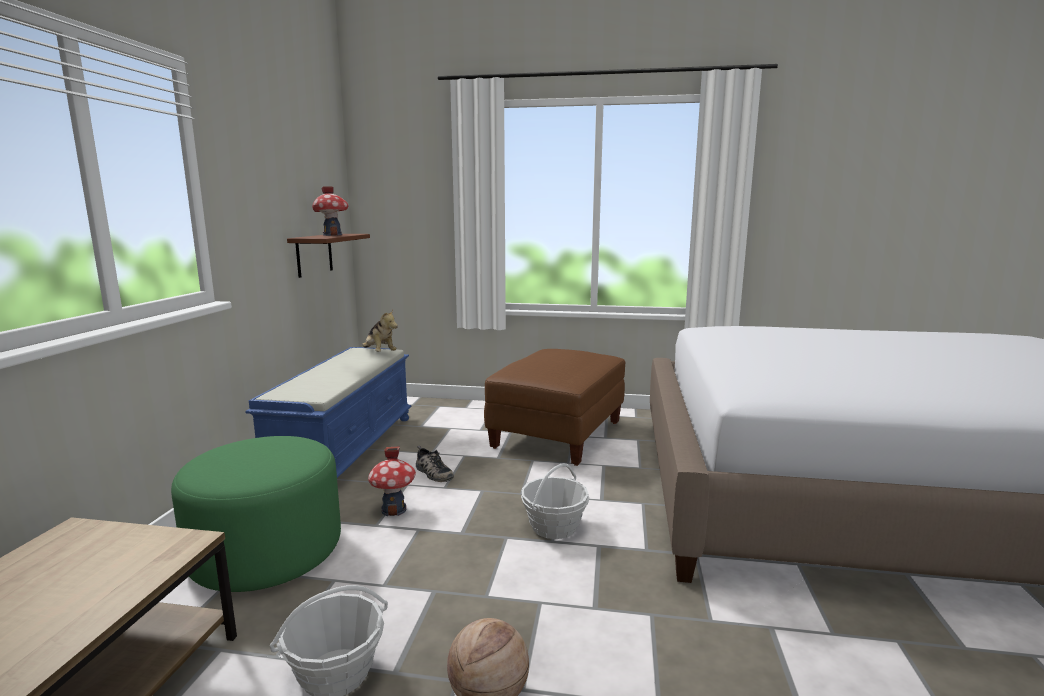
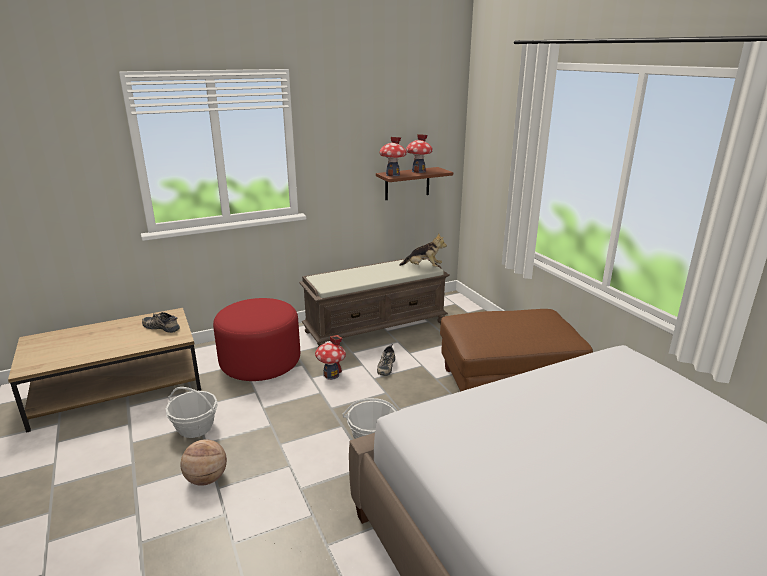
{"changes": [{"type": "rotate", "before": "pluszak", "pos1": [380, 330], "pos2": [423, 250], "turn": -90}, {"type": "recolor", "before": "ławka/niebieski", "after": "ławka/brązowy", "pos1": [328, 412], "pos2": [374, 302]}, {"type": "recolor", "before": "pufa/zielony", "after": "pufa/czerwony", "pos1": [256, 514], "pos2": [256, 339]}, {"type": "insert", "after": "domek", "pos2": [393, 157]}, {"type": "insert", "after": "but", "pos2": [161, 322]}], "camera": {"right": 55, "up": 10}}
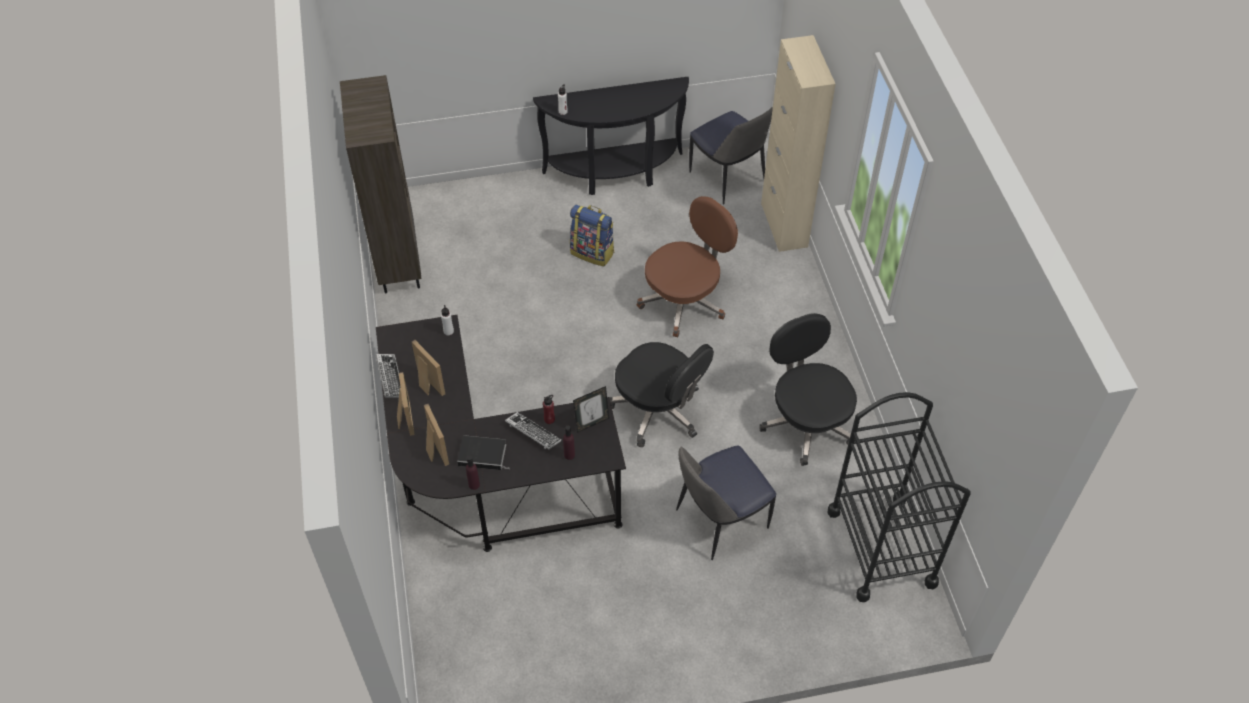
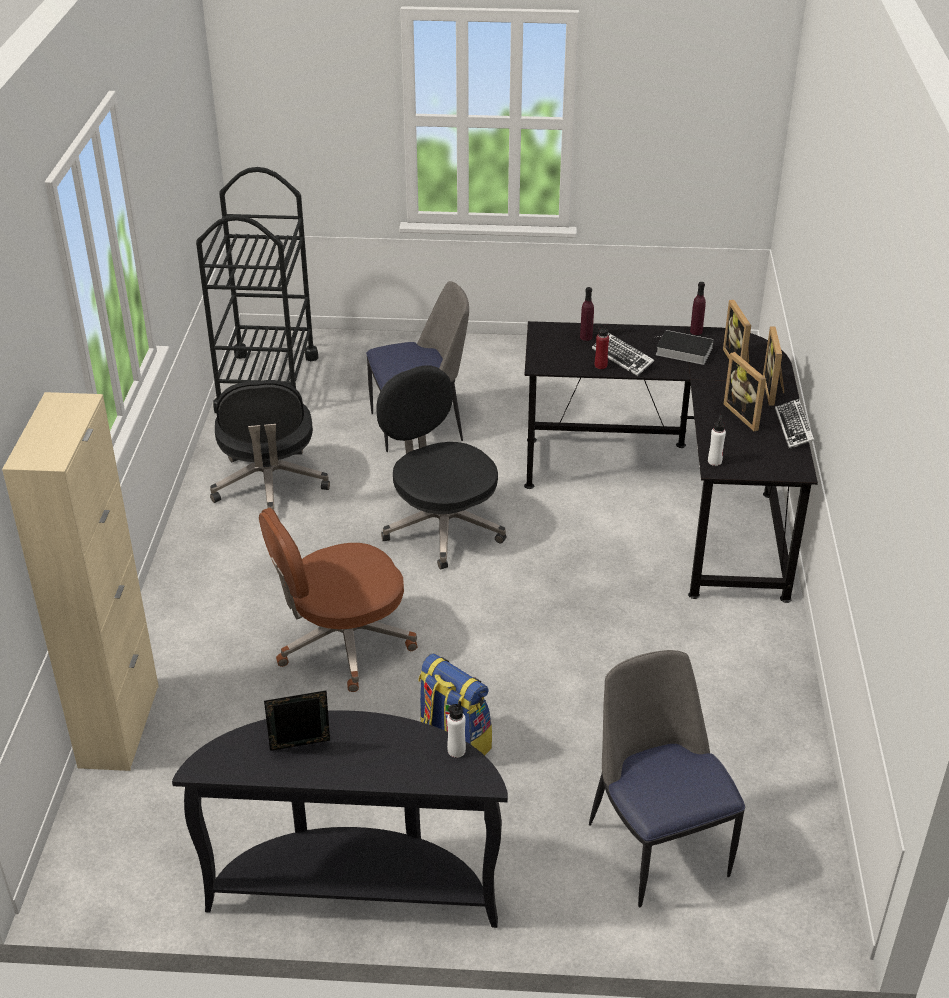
{"changes": [{"type": "delete", "before": "regał/brązowy", "pos1": [380, 184]}, {"type": "move", "before": "krzesło", "pos1": [731, 156], "pos2": [667, 778]}, {"type": "move", "before": "ramka na zdjęcie", "pos1": [591, 409], "pos2": [297, 721]}], "camera": {"right": -165, "up": -15}}
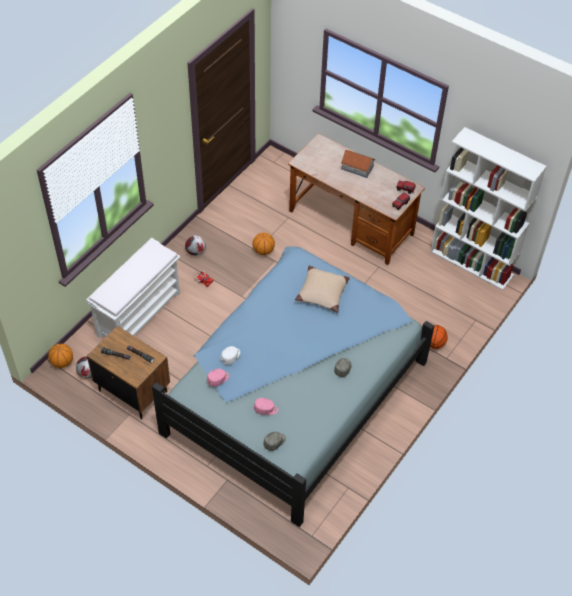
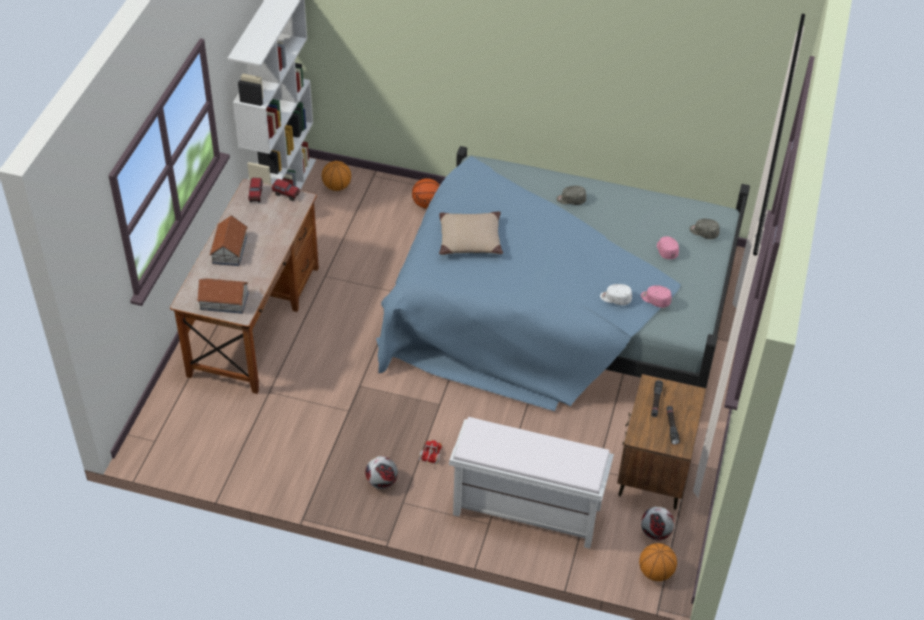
{"changes": [{"type": "move", "before": "piłka do koszykówki", "pos1": [264, 244], "pos2": [336, 176]}, {"type": "insert", "after": "domek", "pos2": [223, 296]}], "camera": {"right": -110, "up": -5}}
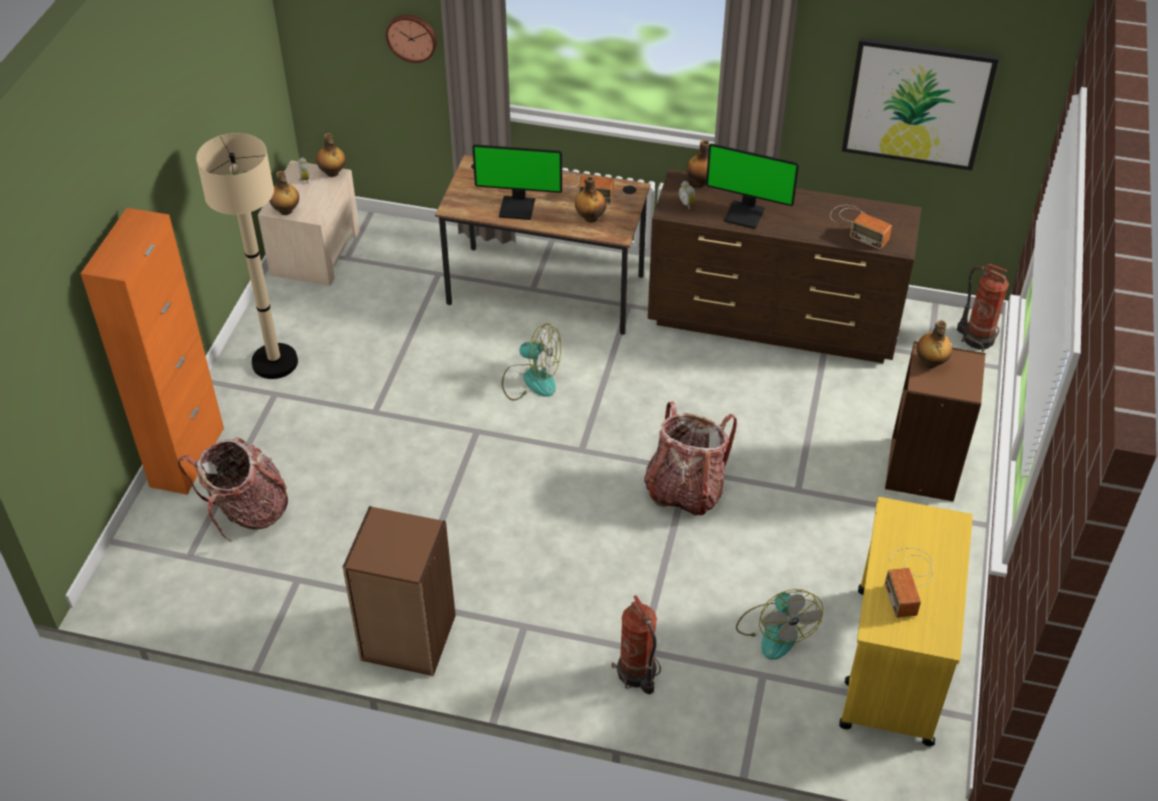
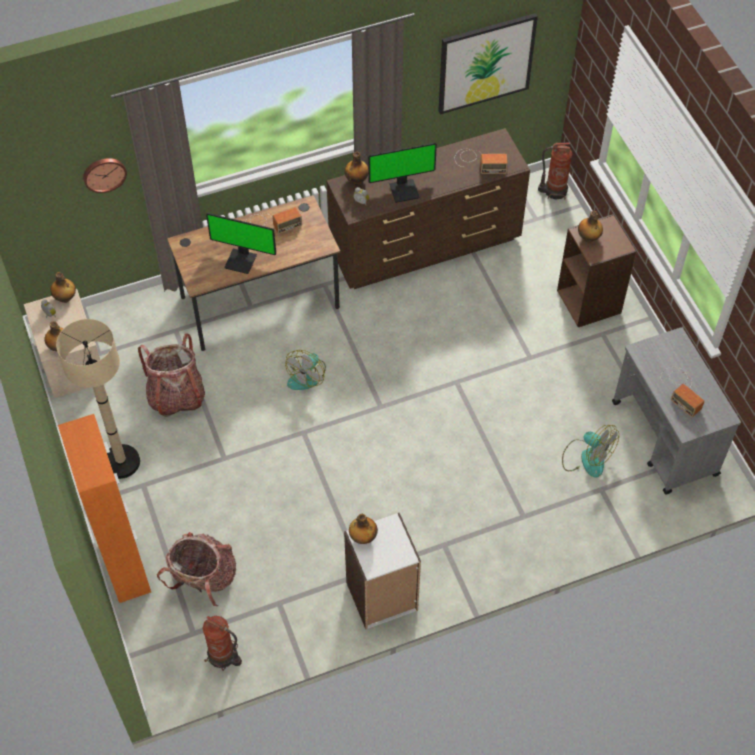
{"changes": [{"type": "rotate", "before": "monitor", "pos1": [517, 182], "pos2": [241, 243], "turn": 45}, {"type": "move", "before": "butelka", "pos1": [590, 199], "pos2": [363, 529]}, {"type": "rotate", "before": "wentylator", "pos1": [531, 362], "pos2": [305, 370], "turn": 135}, {"type": "move", "before": "plecak", "pos1": [690, 458], "pos2": [171, 375]}, {"type": "recolor", "before": "wózek/żółty", "after": "wózek/szary", "pos1": [906, 621], "pos2": [676, 411]}, {"type": "recolor", "before": "regał/brązowy", "after": "regał/biały", "pos1": [399, 591], "pos2": [382, 571]}, {"type": "move", "before": "gaśnica", "pos1": [636, 644], "pos2": [222, 643]}], "camera": {"right": -35, "up": 10}}
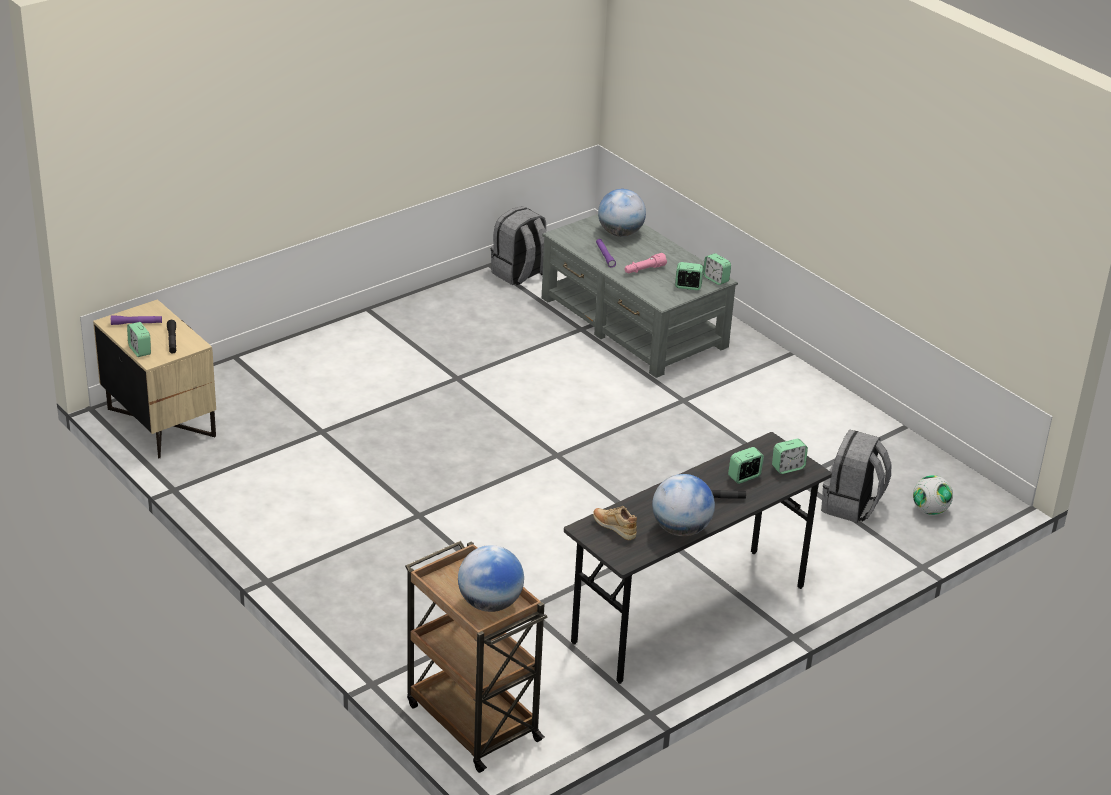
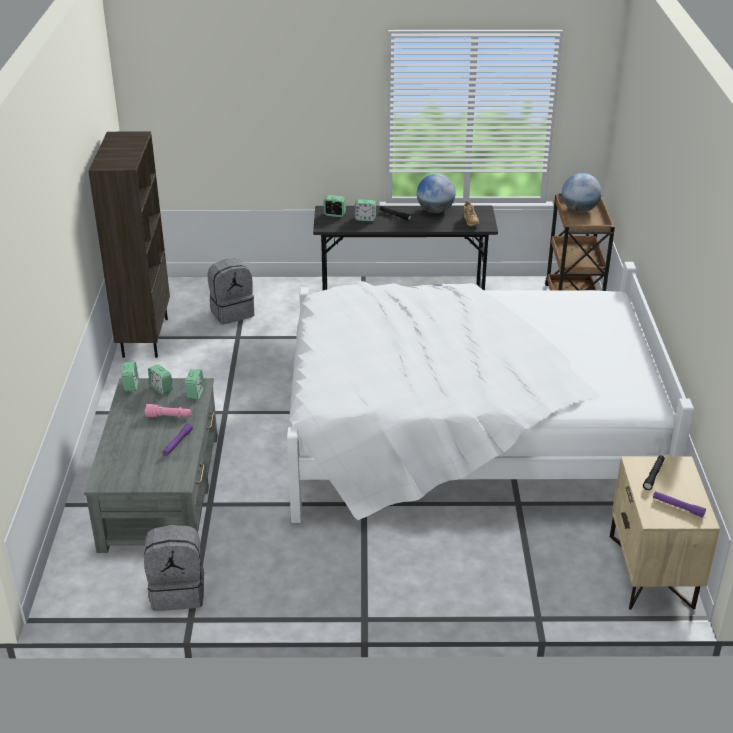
{"changes": [{"type": "delete", "before": "globus", "pos1": [622, 213]}, {"type": "move", "before": "budzik", "pos1": [139, 339], "pos2": [194, 384]}, {"type": "delete", "before": "piłka futbolowa", "pos1": [933, 495]}, {"type": "insert", "after": "regał/brązowy", "pos2": [129, 245]}, {"type": "insert", "after": "łóżko/biały", "pos2": [490, 392]}], "camera": {"right": -140, "up": 0}}
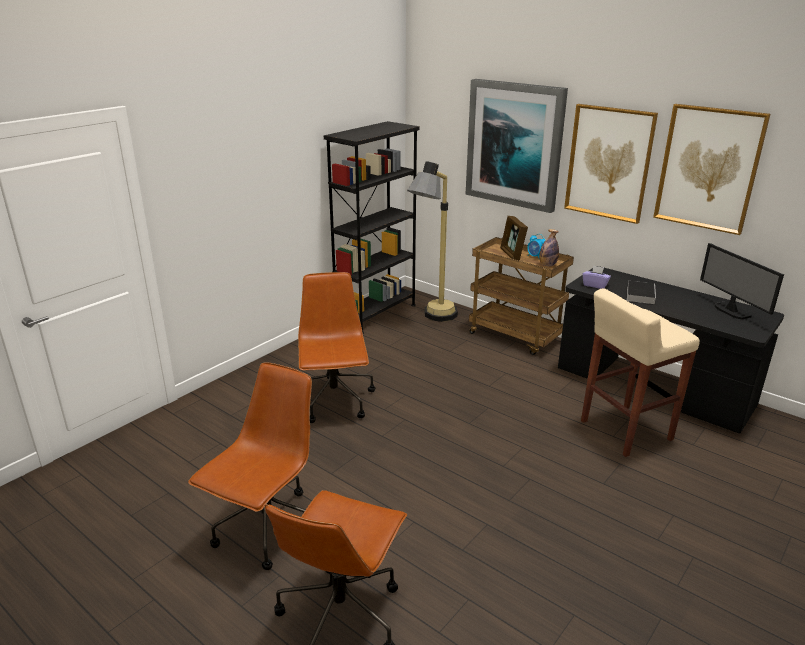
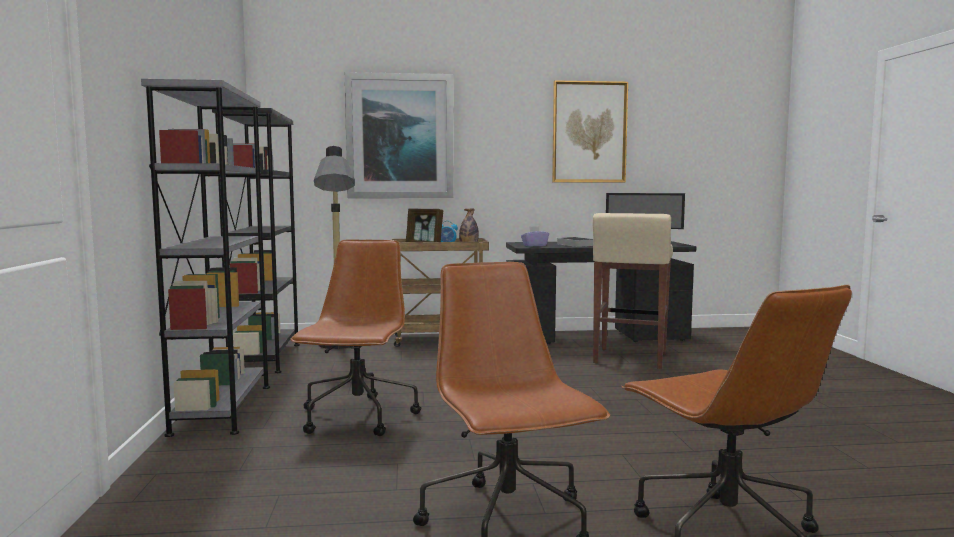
{"changes": [{"type": "delete", "before": "obraz", "pos1": [611, 164]}, {"type": "rotate", "before": "krzesło biurowe/brązowy", "pos1": [337, 347], "pos2": [355, 337], "turn": 60}, {"type": "insert", "after": "regał/szary", "pos2": [205, 258]}], "camera": {"right": -45, "up": -20}}
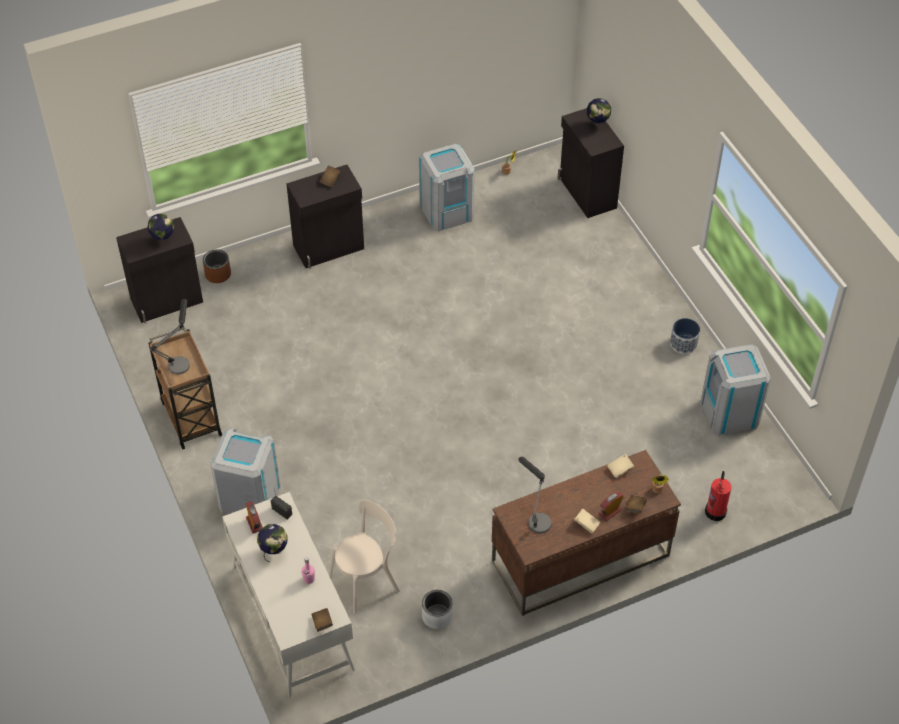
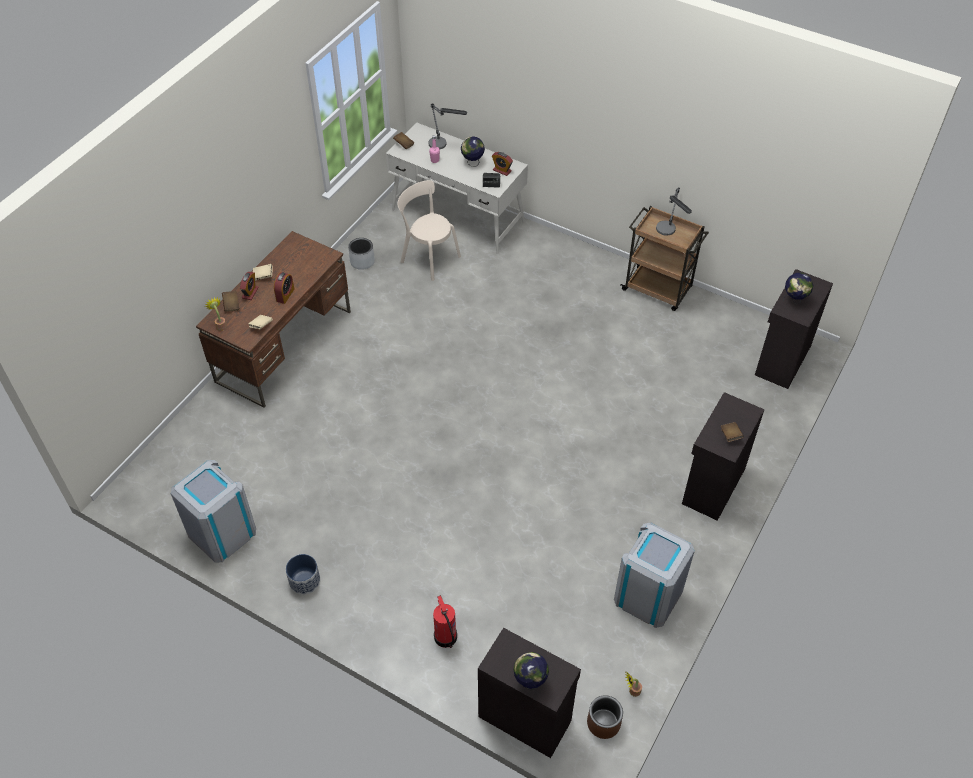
{"changes": [{"type": "move", "before": "donica/brązowy", "pos1": [217, 266], "pos2": [605, 717]}, {"type": "delete", "before": "kosz na śmieci/szary", "pos1": [245, 471]}, {"type": "move", "before": "lampa stołowa", "pos1": [534, 495], "pos2": [448, 126]}, {"type": "move", "before": "gaśnica", "pos1": [718, 496], "pos2": [445, 621]}, {"type": "rotate", "before": "krzesło/beżowy", "pos1": [364, 557], "pos2": [429, 230], "turn": 105}, {"type": "insert", "after": "budzik", "pos2": [284, 288]}], "camera": {"right": 145, "up": 0}}
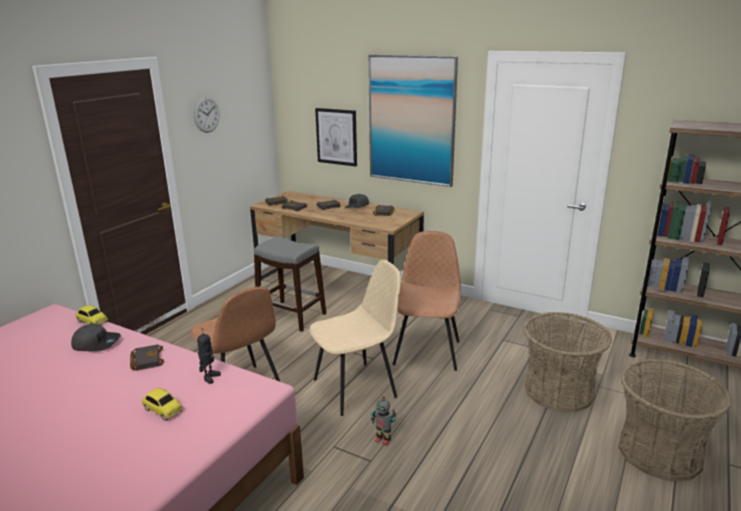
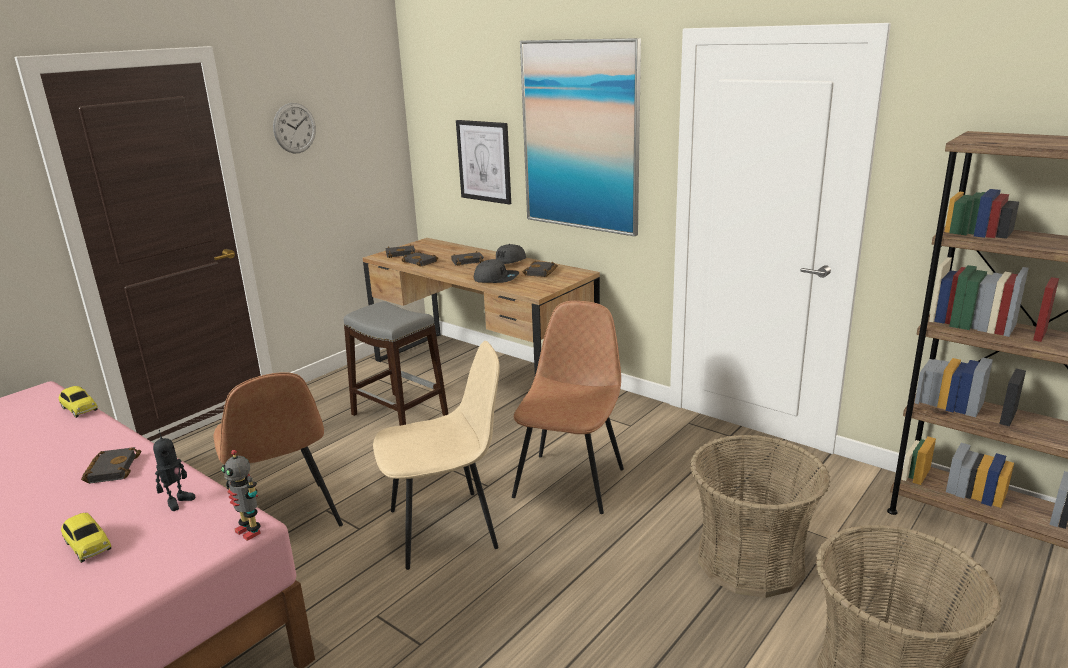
{"changes": [{"type": "move", "before": "czapka z daszkiem/szary", "pos1": [96, 337], "pos2": [496, 271]}, {"type": "move", "before": "robot zabawkowy", "pos1": [383, 420], "pos2": [241, 495]}], "camera": {"right": 10, "up": 0}}
